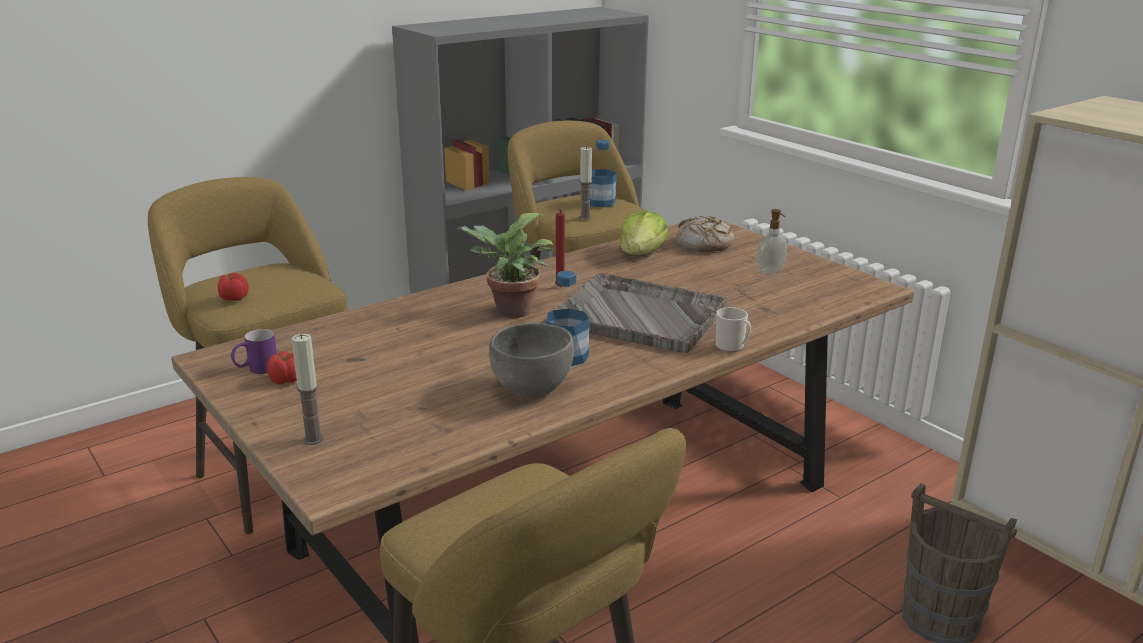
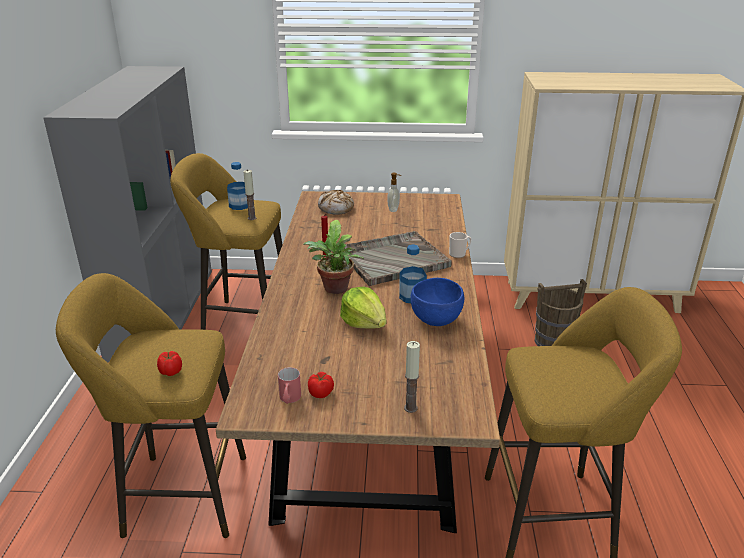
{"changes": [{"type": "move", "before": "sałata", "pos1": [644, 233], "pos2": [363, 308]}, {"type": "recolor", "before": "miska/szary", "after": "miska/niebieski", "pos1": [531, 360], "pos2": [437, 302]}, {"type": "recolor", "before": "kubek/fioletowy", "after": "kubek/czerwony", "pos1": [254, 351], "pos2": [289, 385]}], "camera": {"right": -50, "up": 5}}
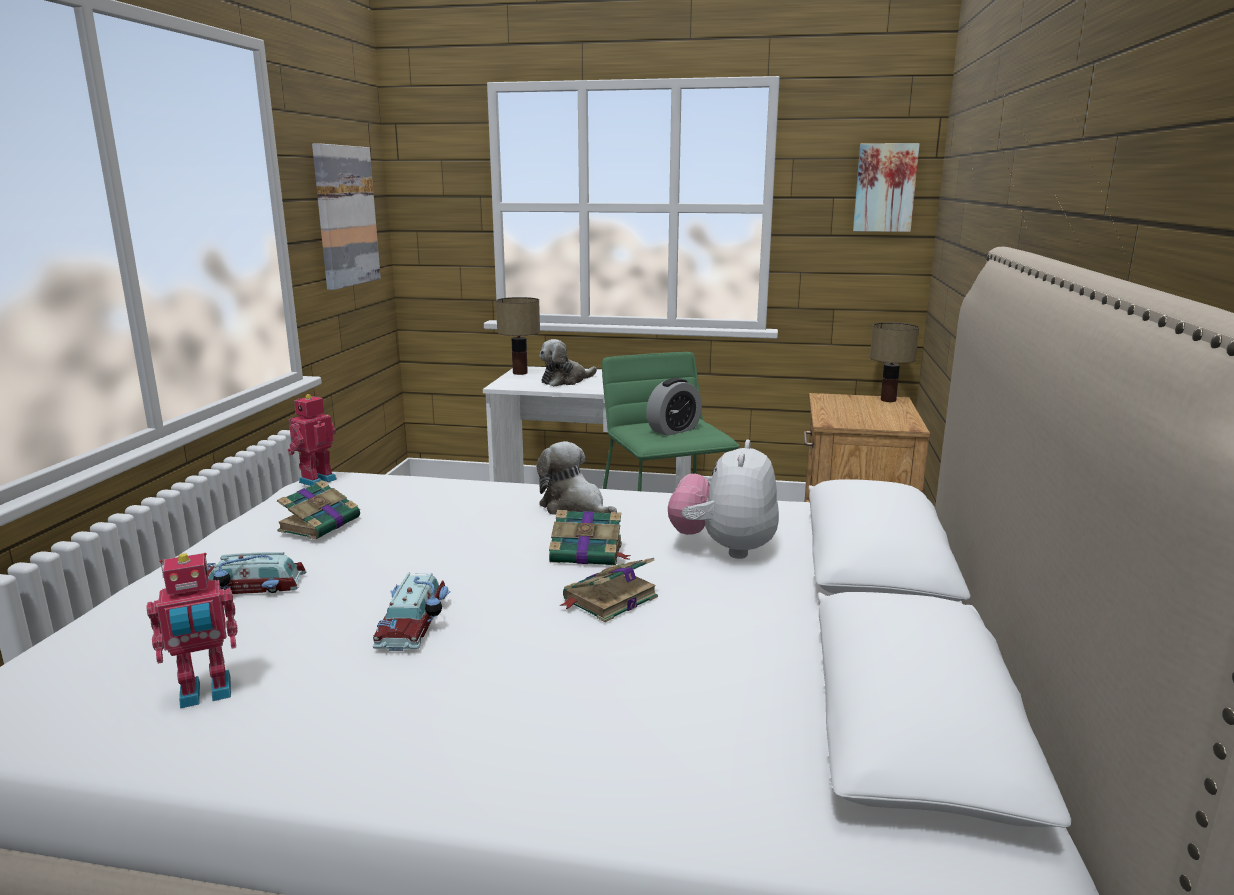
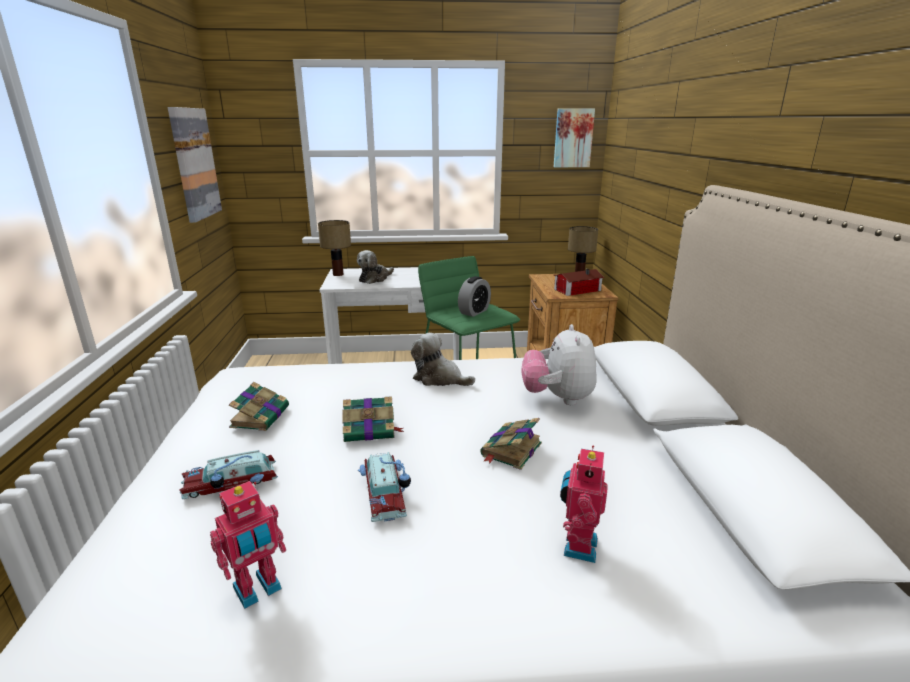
{"changes": [{"type": "move", "before": "robot zabawkowy", "pos1": [312, 439], "pos2": [584, 504]}, {"type": "move", "before": "książka", "pos1": [590, 537], "pos2": [373, 419]}, {"type": "insert", "after": "domek", "pos2": [579, 282]}], "camera": {"right": -15, "up": 5}}
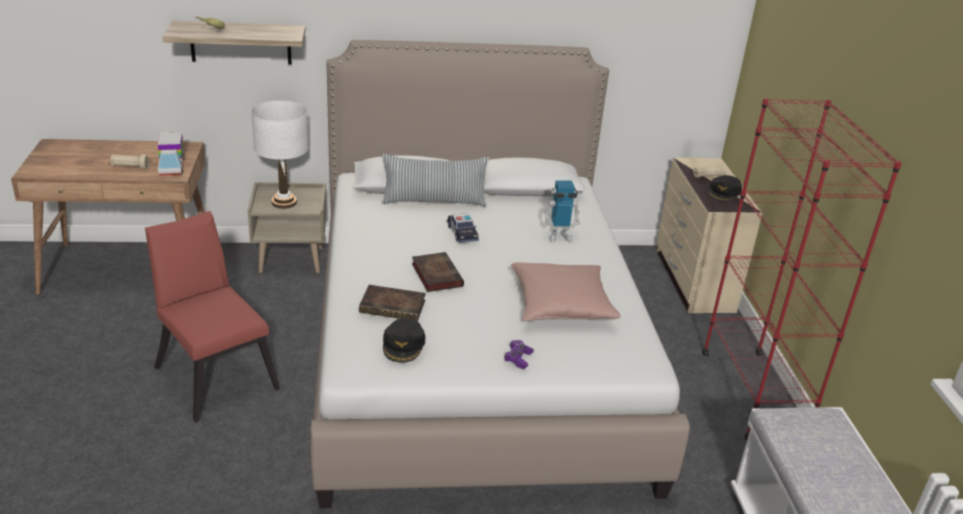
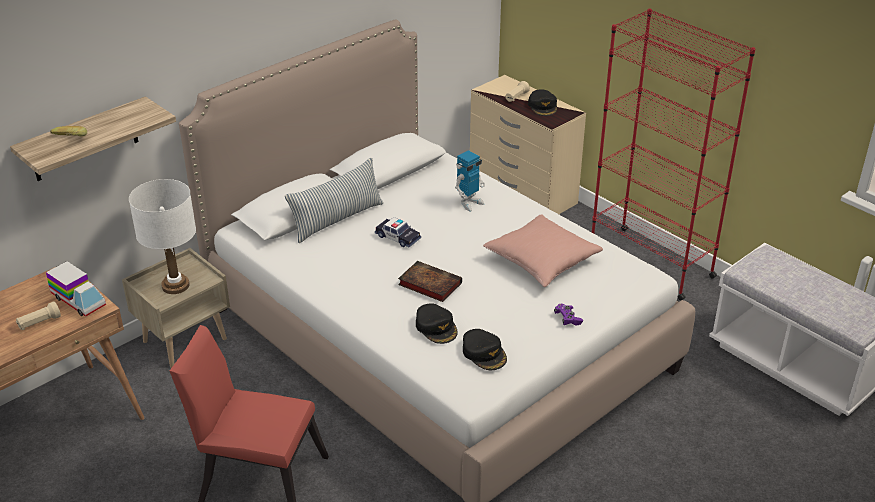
{"changes": [{"type": "replace", "before": "książka", "after": "czapka z daszkiem/czarny", "pos1": [392, 303], "pos2": [437, 323]}], "camera": {"right": -35, "up": 5}}
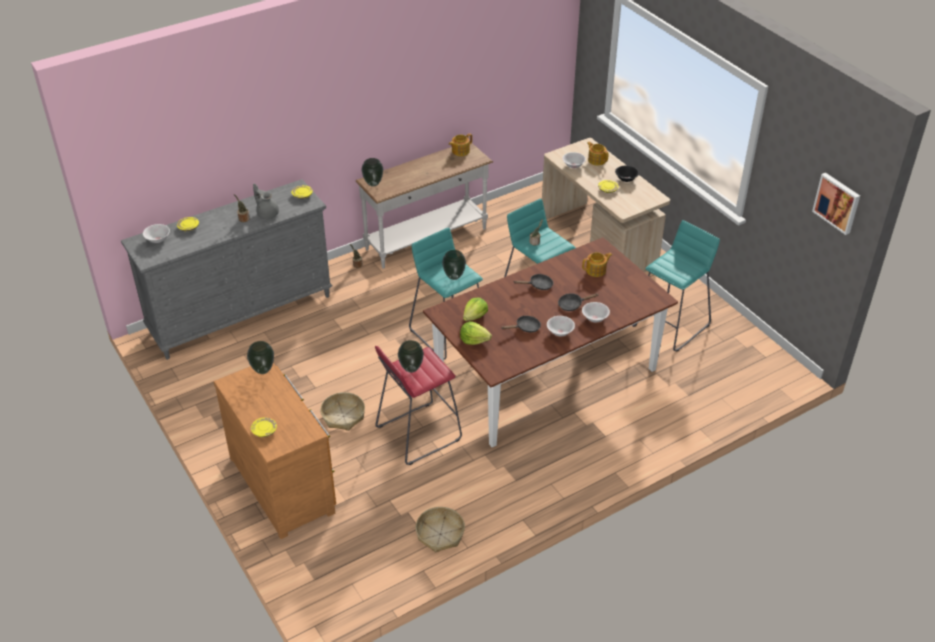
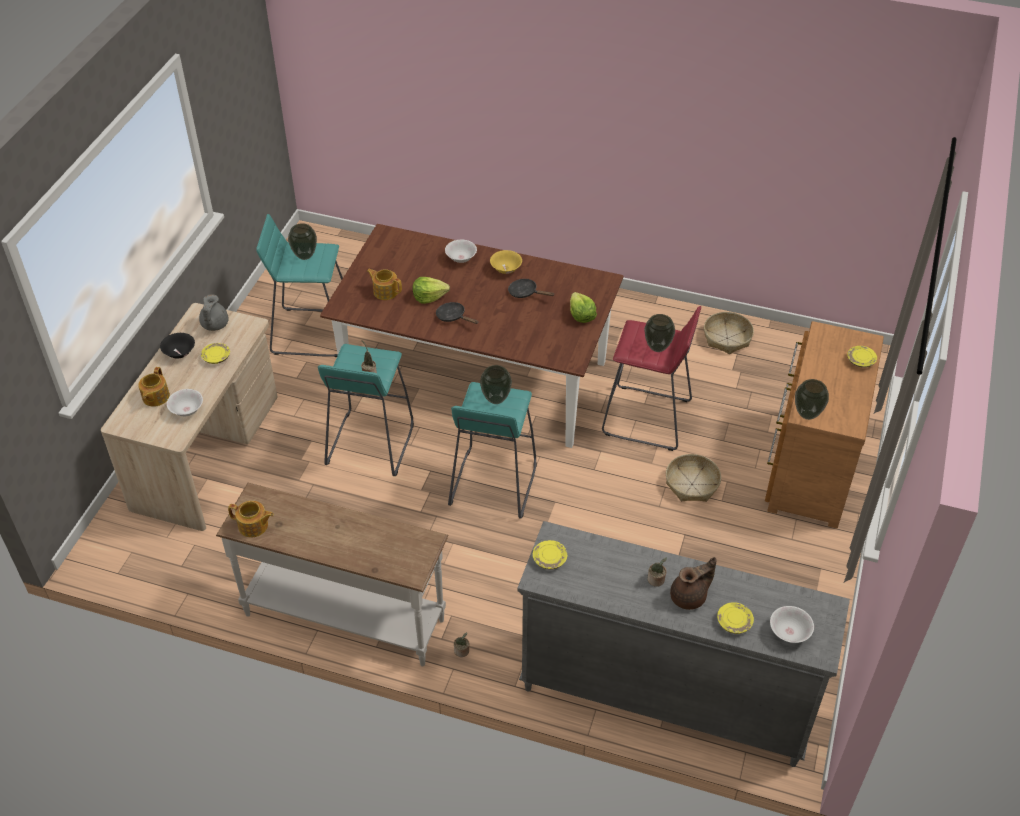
{"changes": [{"type": "move", "before": "wazon", "pos1": [372, 172], "pos2": [302, 241]}, {"type": "delete", "before": "obraz", "pos1": [836, 204]}, {"type": "move", "before": "imbryk/szary", "pos1": [266, 201], "pos2": [214, 312]}, {"type": "delete", "before": "patelnia/czarny", "pos1": [578, 302]}, {"type": "move", "before": "sałata", "pos1": [475, 309], "pos2": [431, 290]}, {"type": "recolor", "before": "miska/biały", "after": "miska/żółty", "pos1": [561, 326], "pos2": [506, 262]}, {"type": "insert", "after": "imbryk/brązowy", "pos2": [693, 583]}], "camera": {"right": -130, "up": 5}}
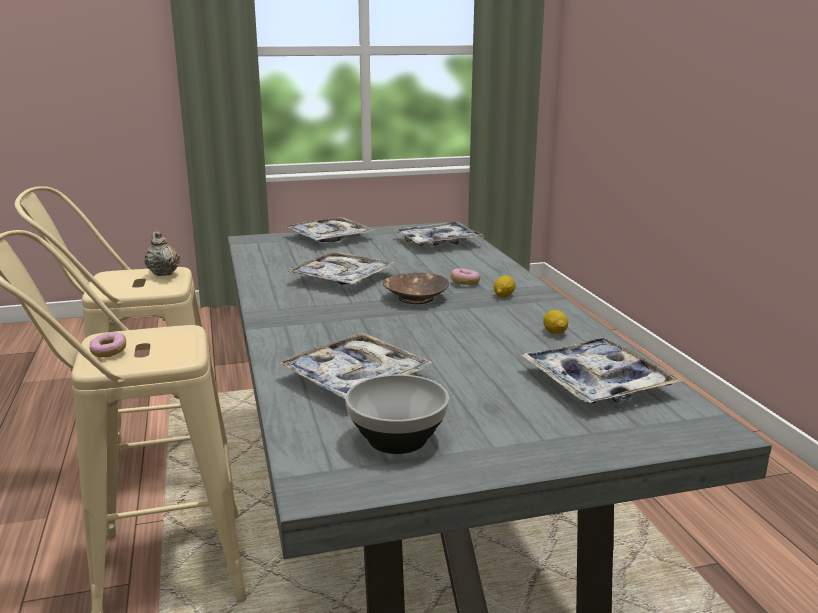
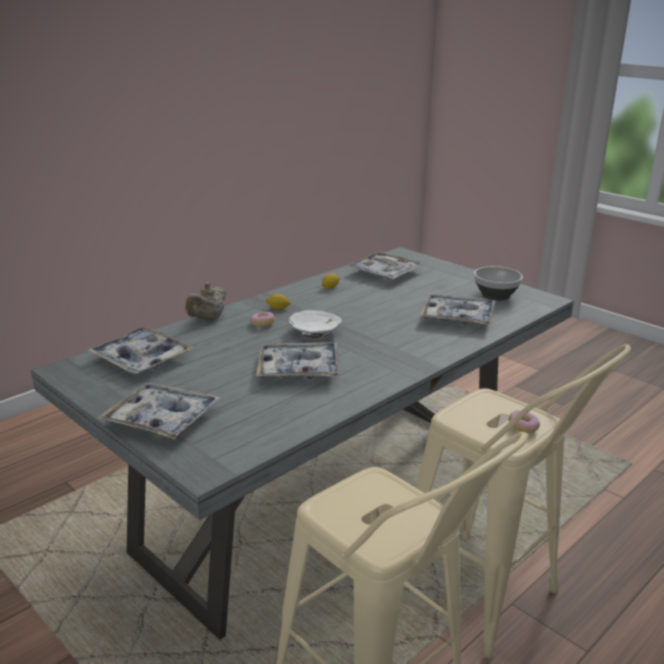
{"changes": [{"type": "move", "before": "imbryk/beżowy", "pos1": [162, 253], "pos2": [206, 302]}, {"type": "recolor", "before": "miska/brązowy", "after": "miska/biały", "pos1": [416, 288], "pos2": [315, 324]}], "camera": {"right": -120, "up": 5}}
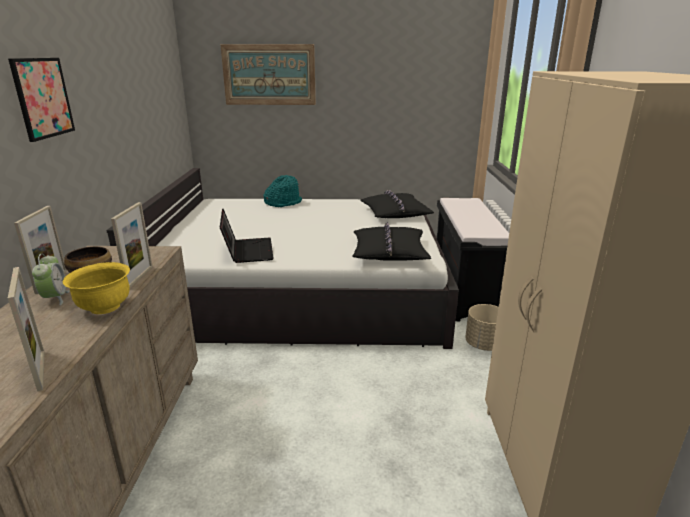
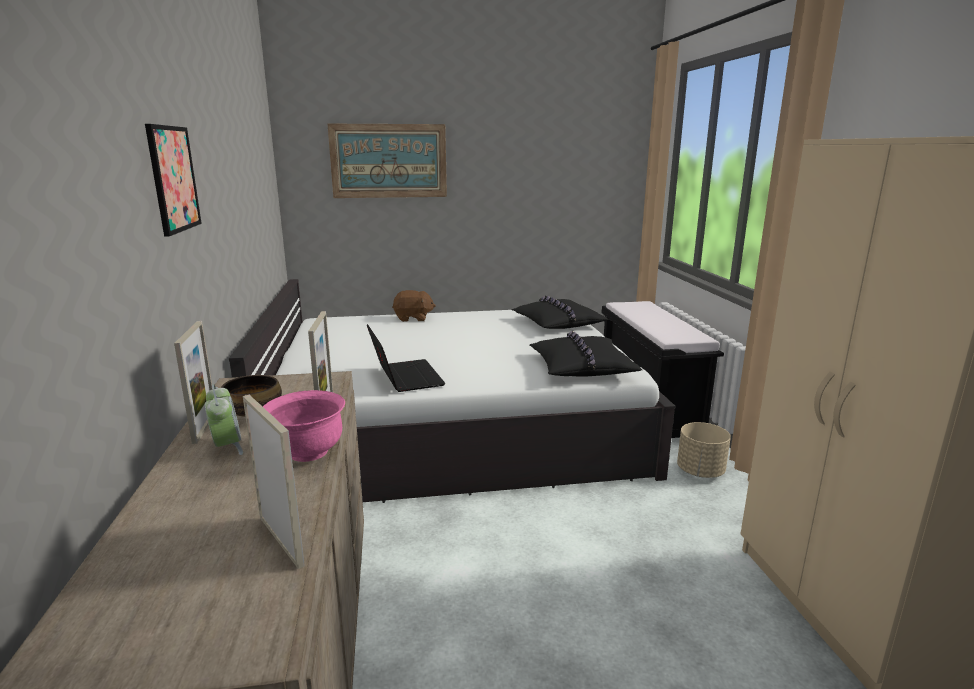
{"changes": [{"type": "replace", "before": "kapelusz/turkusowy", "after": "pluszak/brązowy", "pos1": [282, 191], "pos2": [414, 306]}, {"type": "recolor", "before": "miska/żółty", "after": "miska/różowy", "pos1": [96, 288], "pos2": [304, 426]}], "camera": {"right": -10, "up": -5}}
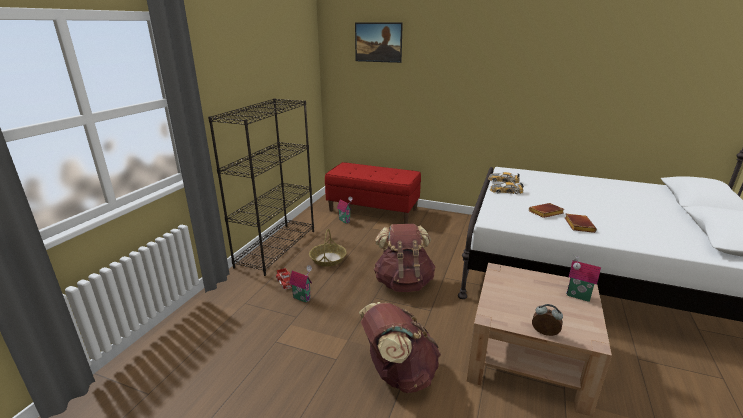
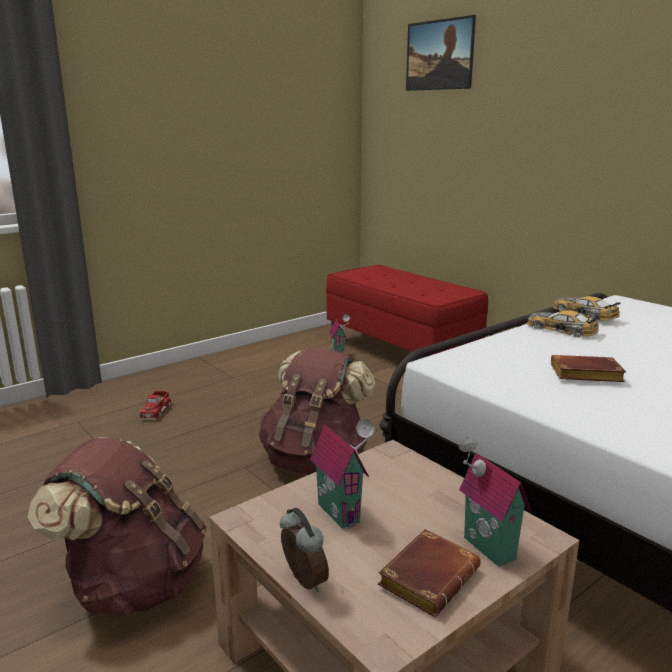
{"changes": [{"type": "delete", "before": "regał/czarny", "pos1": [261, 187]}, {"type": "move", "before": "książka/brązowy", "pos1": [581, 223], "pos2": [429, 573]}, {"type": "delete", "before": "koszyk", "pos1": [328, 248]}, {"type": "move", "before": "domek", "pos1": [300, 284], "pos2": [342, 473]}], "camera": {"right": 30, "up": -5}}
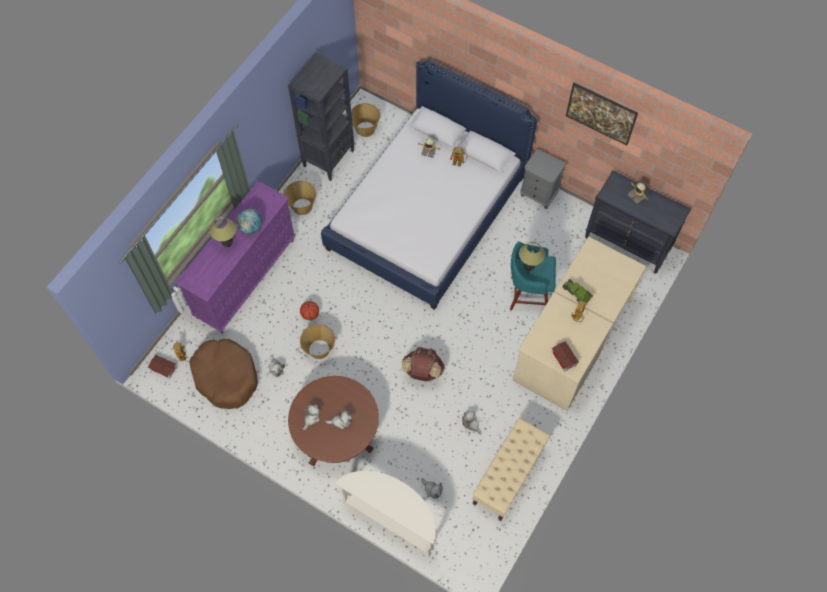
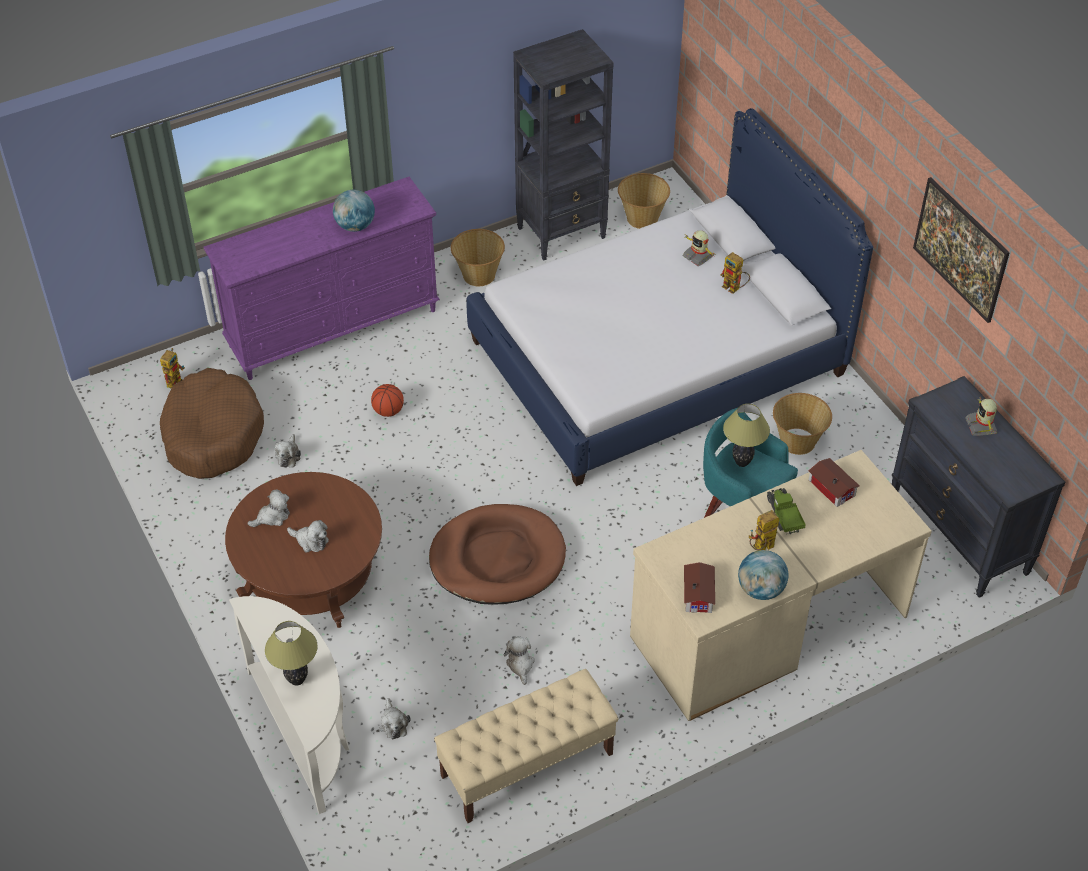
{"changes": [{"type": "delete", "before": "szafka nocna/szary", "pos1": [543, 179]}, {"type": "move", "before": "lampa stołowa", "pos1": [223, 232], "pos2": [291, 653]}, {"type": "move", "before": "koszyk", "pos1": [317, 341], "pos2": [802, 424]}, {"type": "replace", "before": "plecak/brązowy", "after": "legowisko/brązowy", "pos1": [423, 364], "pos2": [497, 554]}, {"type": "move", "before": "domek", "pos1": [162, 366], "pos2": [833, 482]}, {"type": "insert", "after": "globus", "pos2": [763, 575]}], "camera": {"right": 30, "up": -15}}
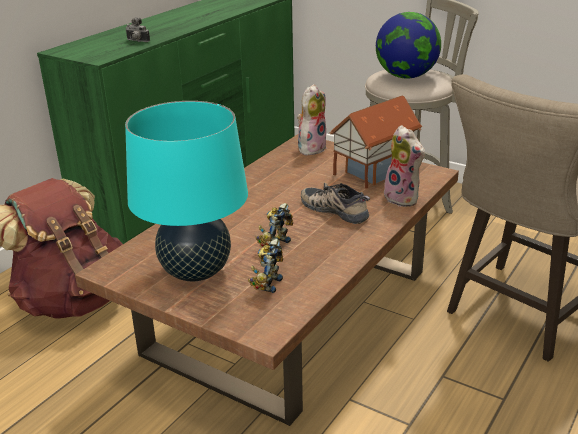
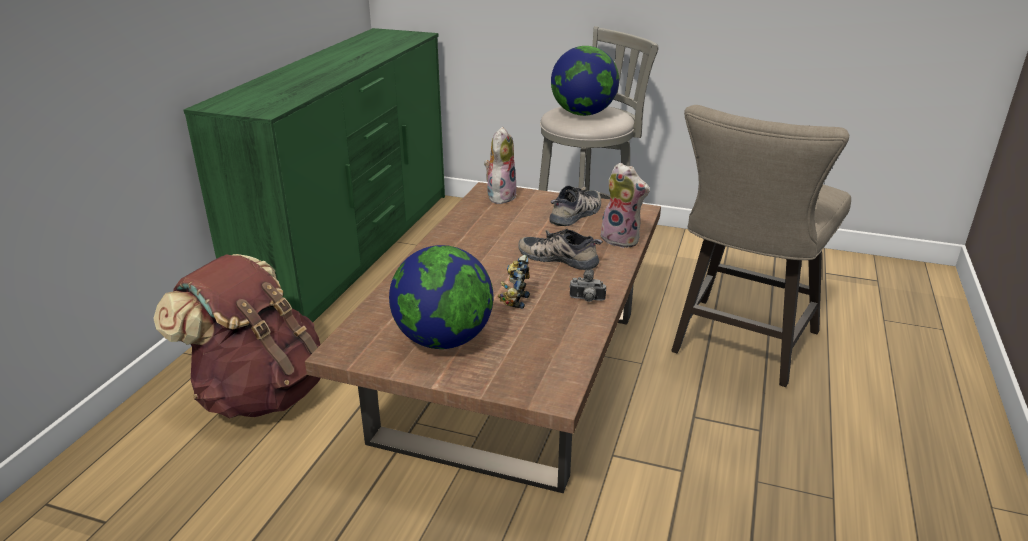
{"changes": [{"type": "move", "before": "aparat fotograficzny", "pos1": [137, 29], "pos2": [587, 285]}, {"type": "replace", "before": "domek", "after": "but", "pos1": [376, 142], "pos2": [575, 205]}, {"type": "replace", "before": "lampa stołowa/turkusowy", "after": "globus", "pos1": [186, 191], "pos2": [441, 297]}, {"type": "delete", "before": "robot zabawkowy", "pos1": [265, 266]}], "camera": {"right": -15, "up": 0}}
